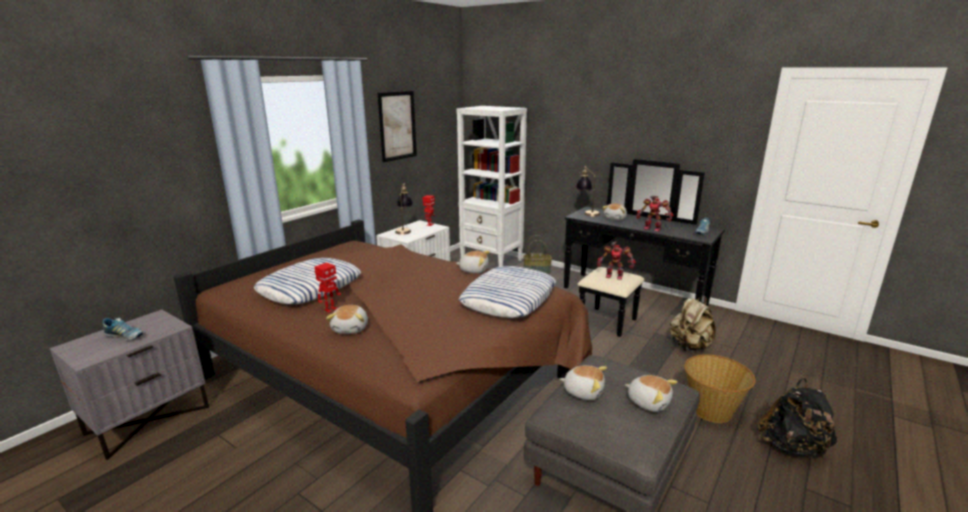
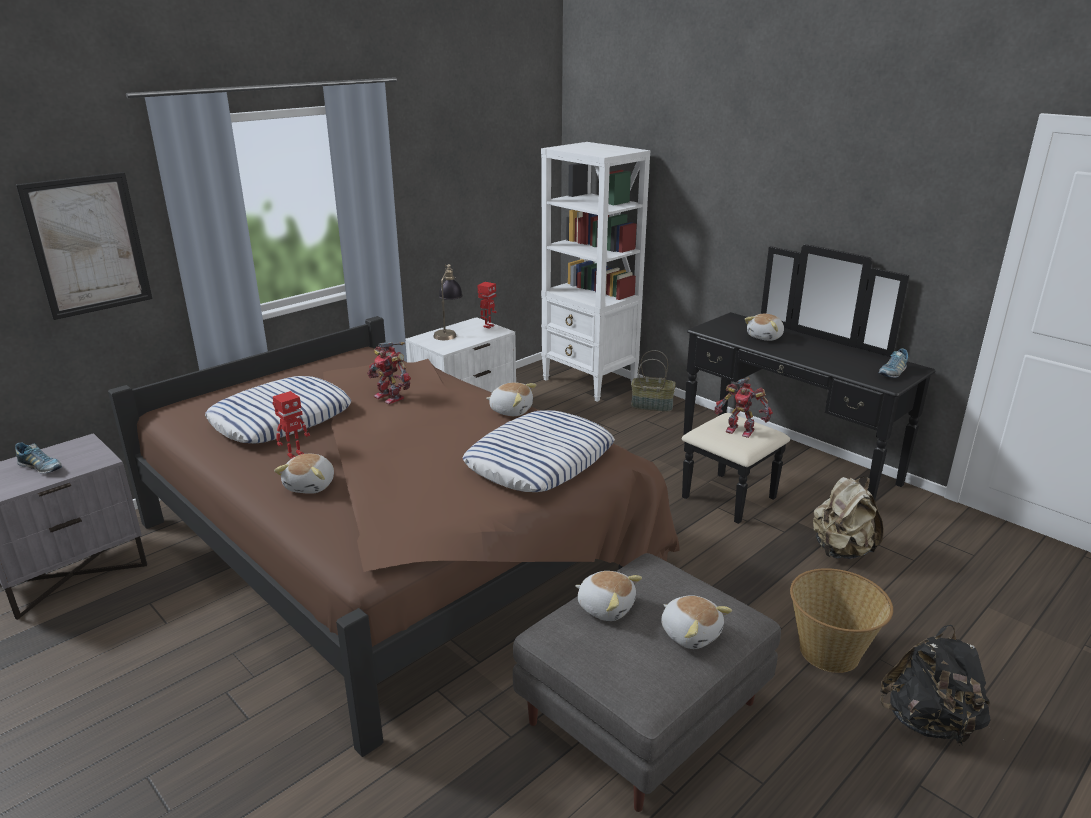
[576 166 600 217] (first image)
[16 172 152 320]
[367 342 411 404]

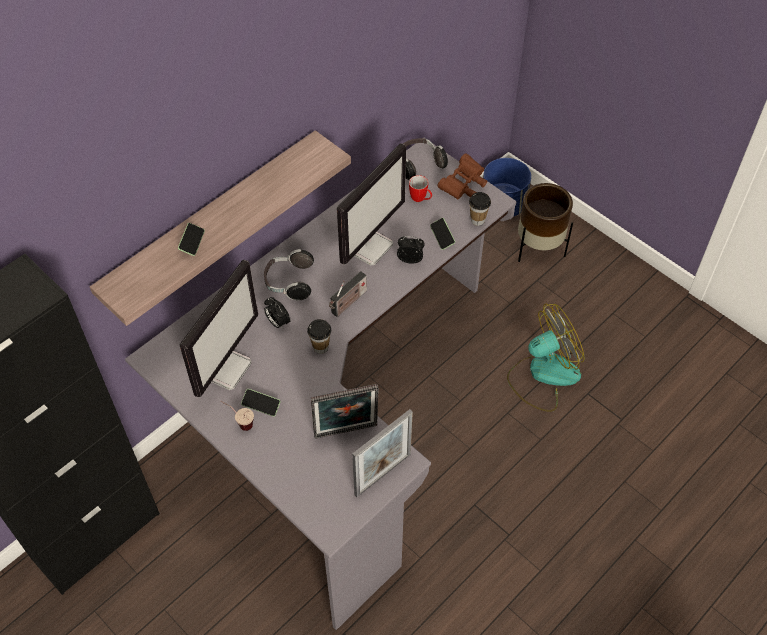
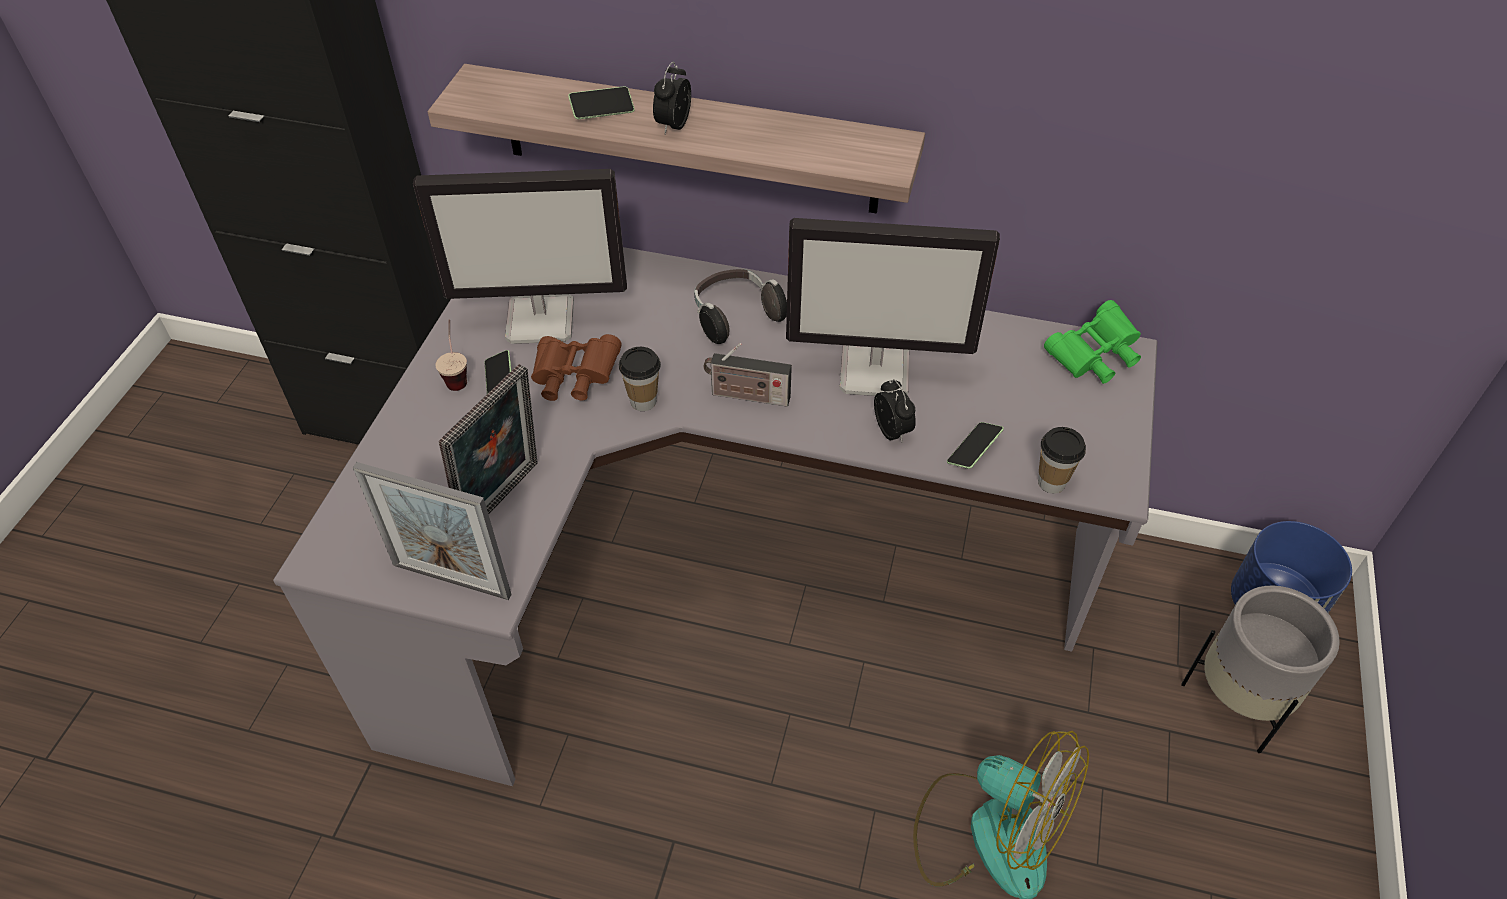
[409 175 432 202] (first image)
[653 61 691 134]
[531 334 622 401]
[1044 300 1141 384]
[1181 585 1340 753]
[439 364 538 514]

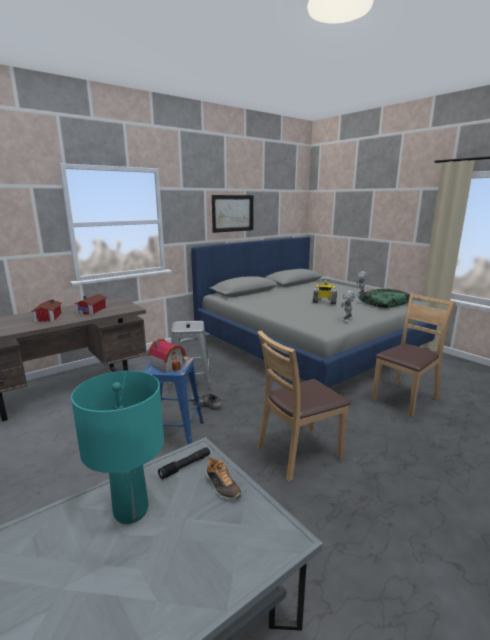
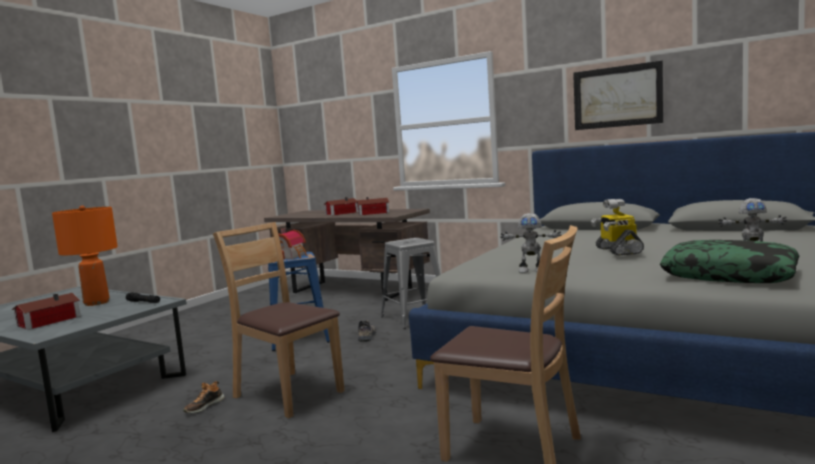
[12 293 80 330]
[183 381 225 413]
[52 206 118 306]

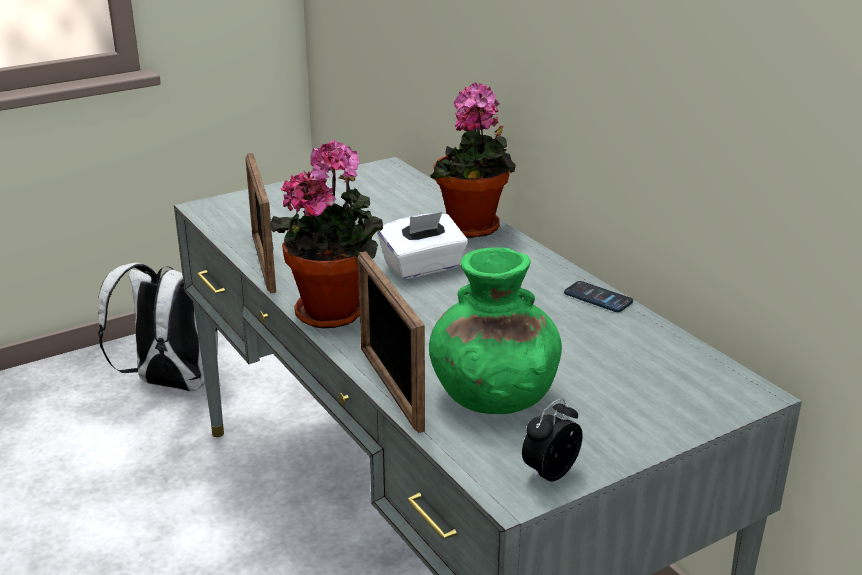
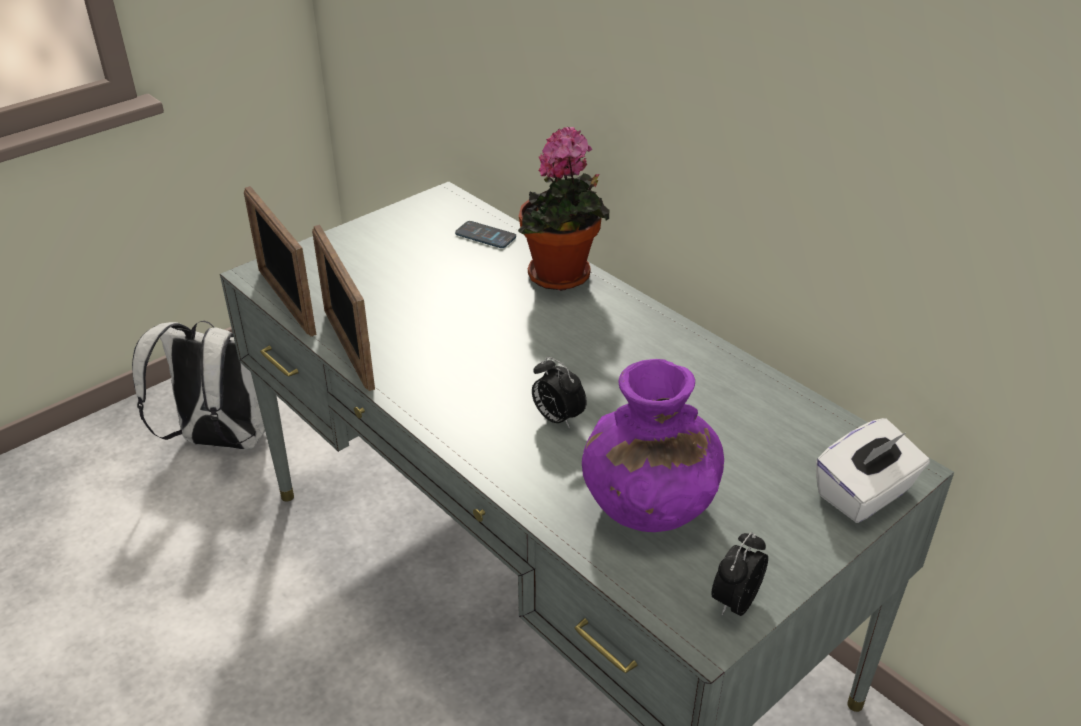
[269 139 383 328] (first image)
[532 357 586 429]
[244 186 317 336]
[816 418 930 523]
[455 221 516 248]
[582 359 724 532]

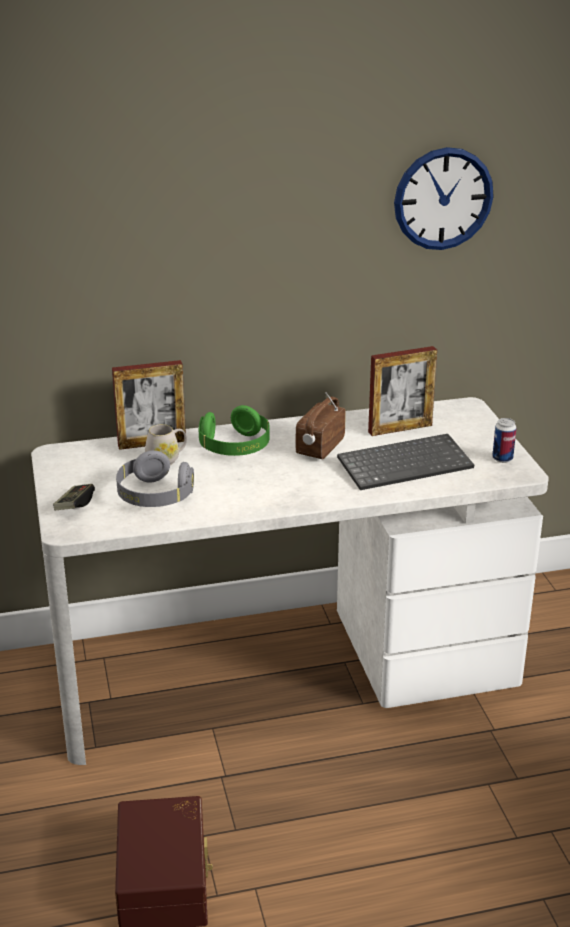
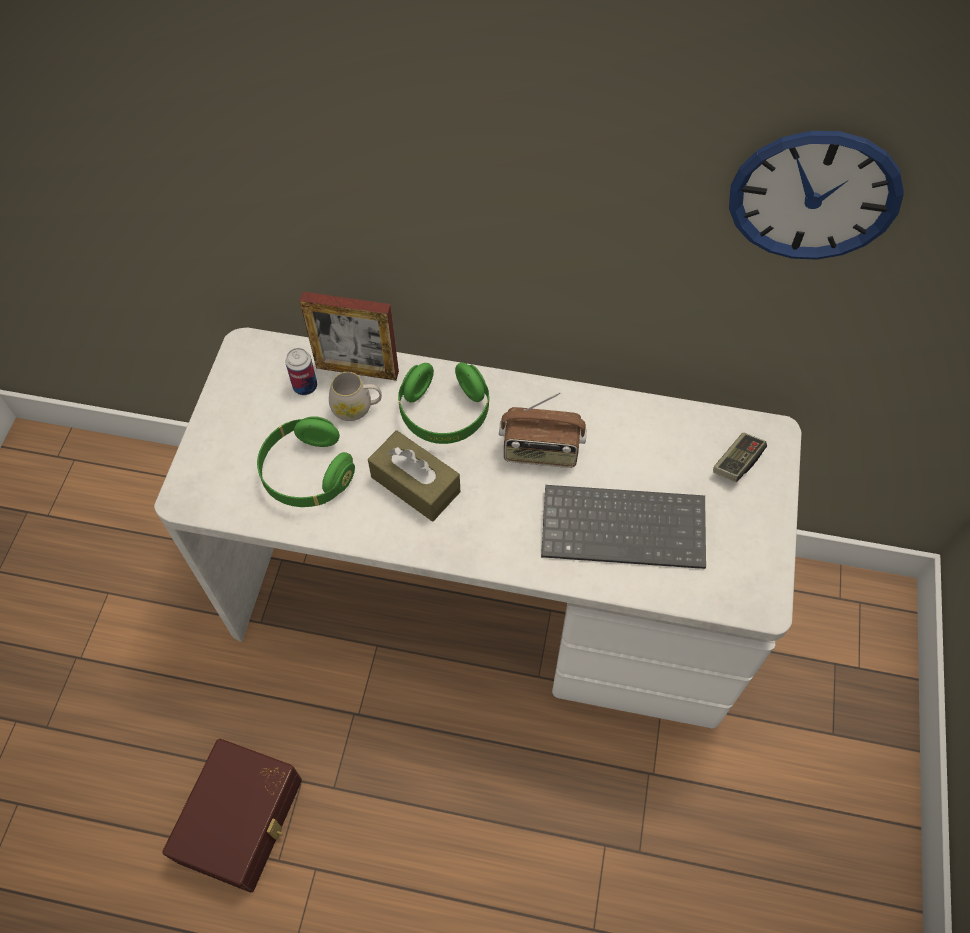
[368 346 437 436] (first image)
[368 431 460 521]
[713 433 767 482]
[285 348 317 395]
[257 416 355 507]
[499 392 587 468]

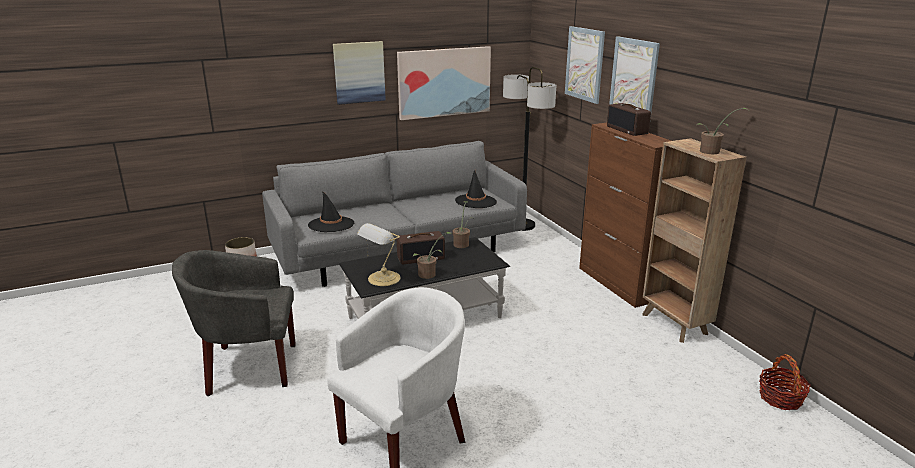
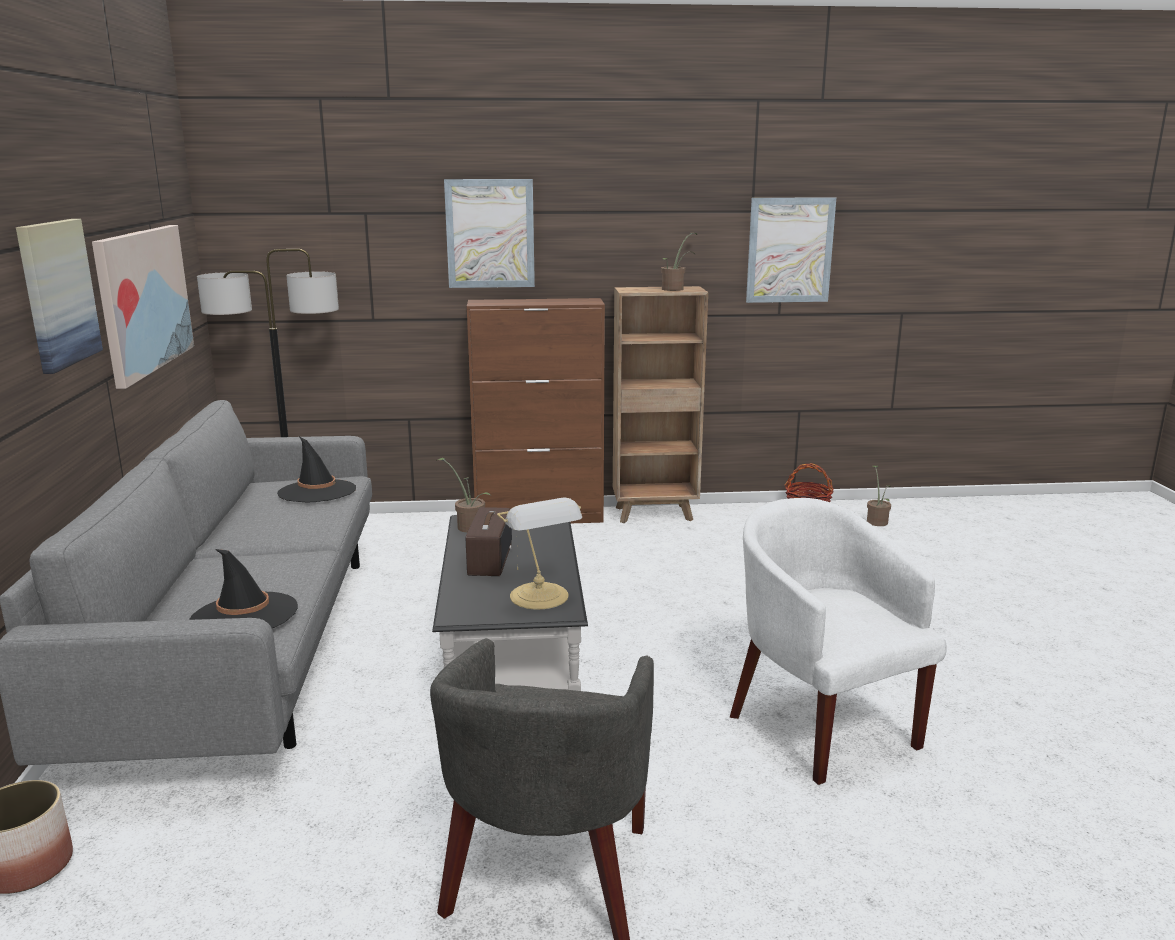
[607 103 651 136] (first image)
[867 466 891 526]
[746 197 836 303]

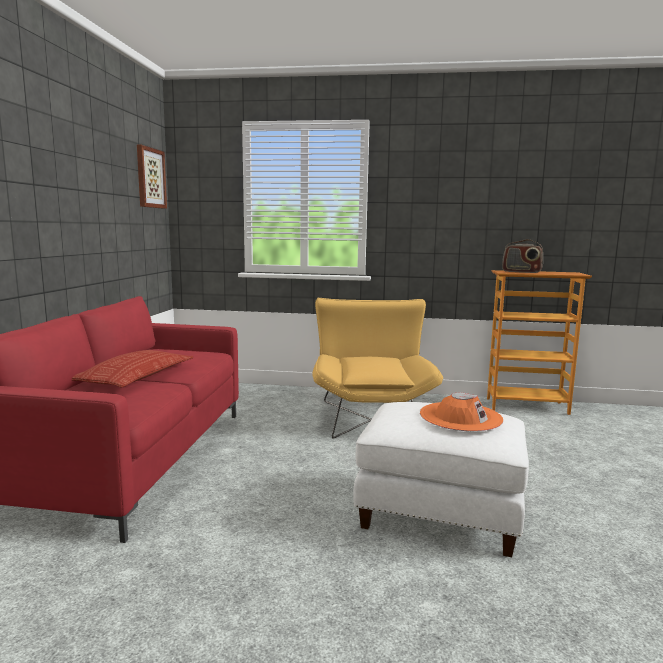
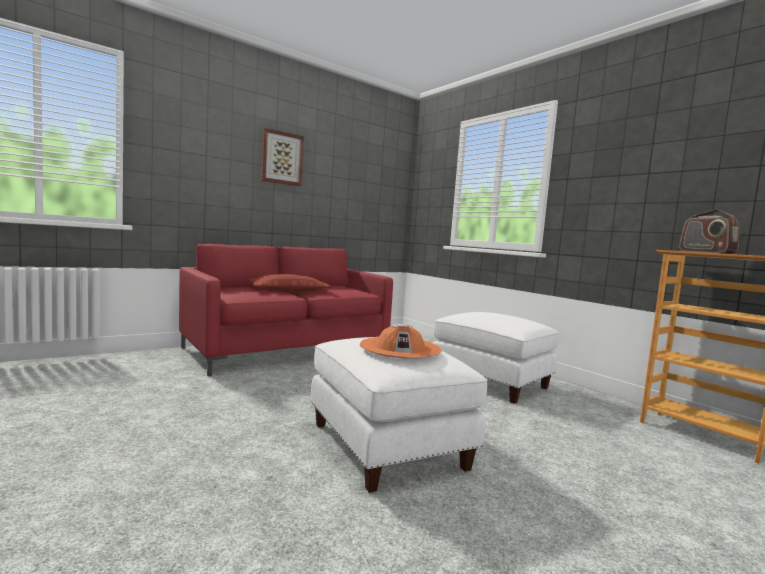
[261 128 304 186]
[433 312 559 404]

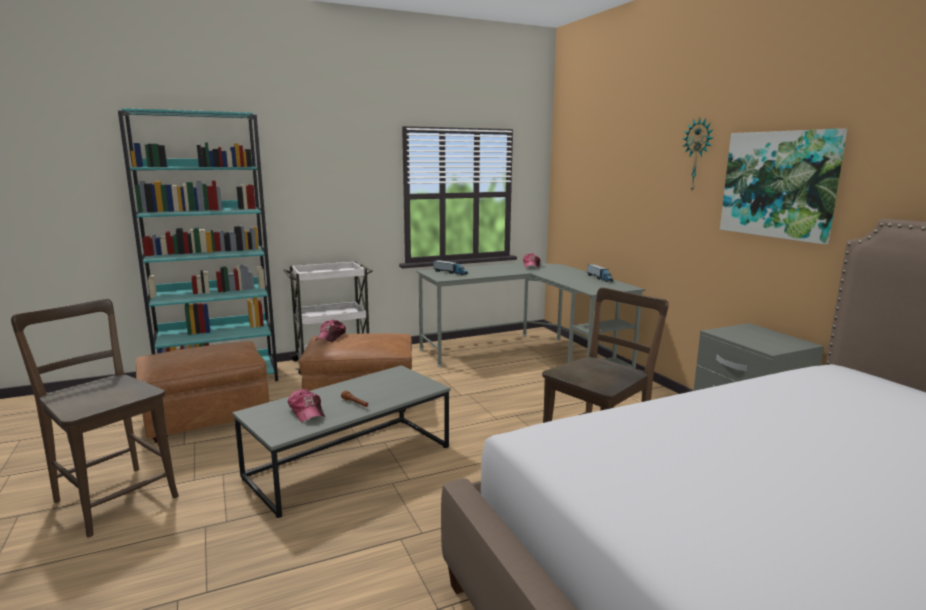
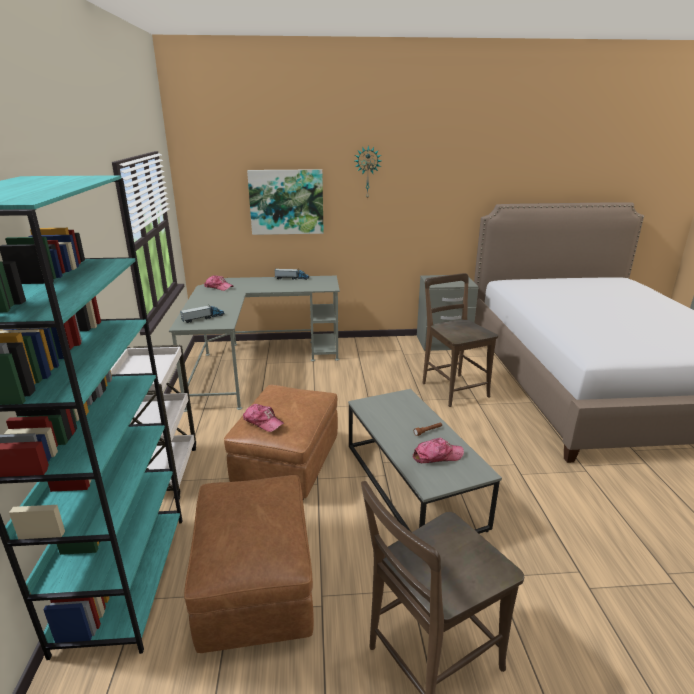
[247 169 324 235]

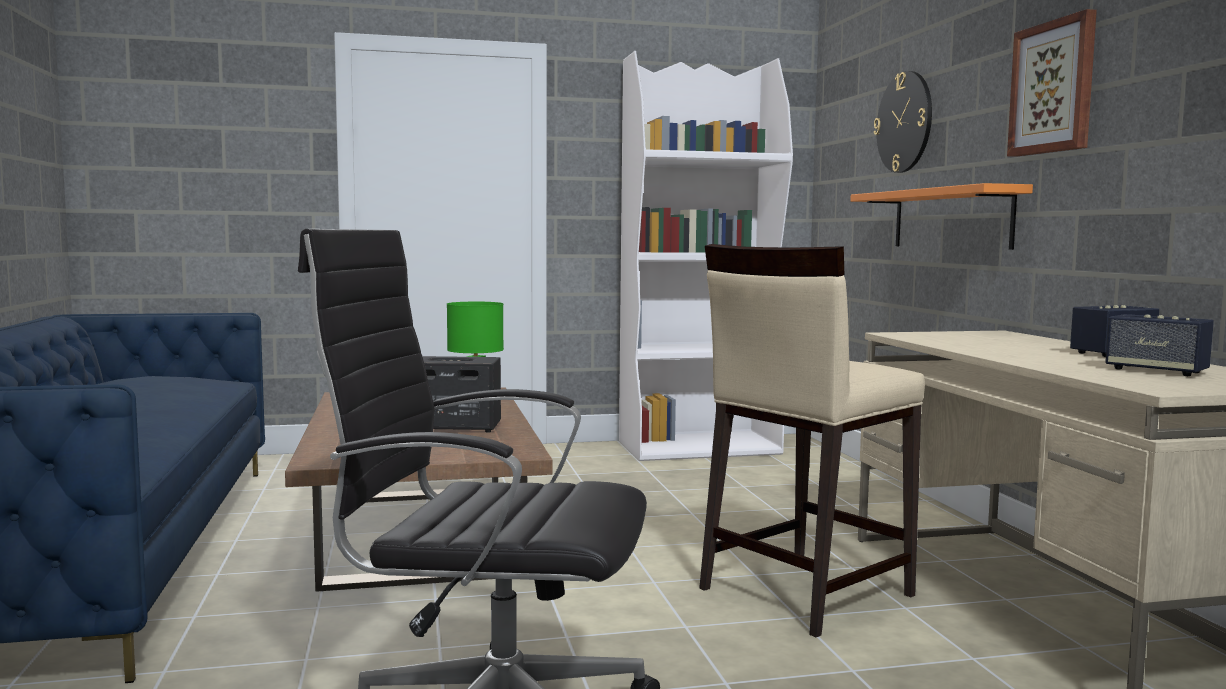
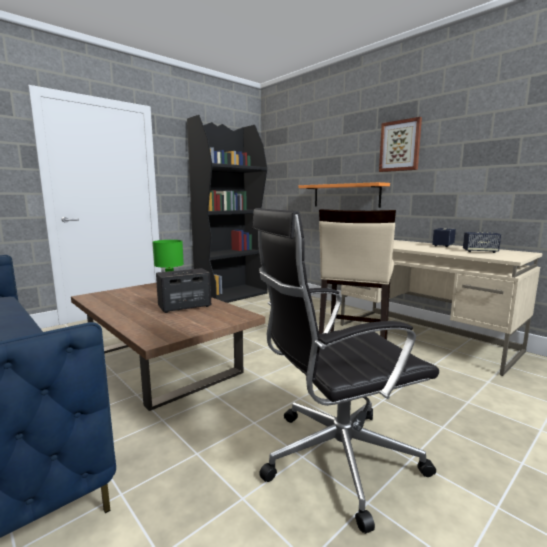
[874 71 932 173] (first image)
[187 115 268 303]

